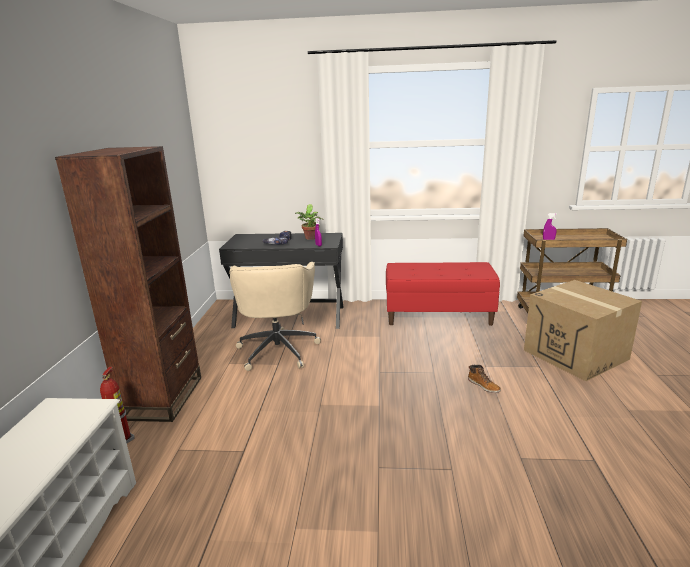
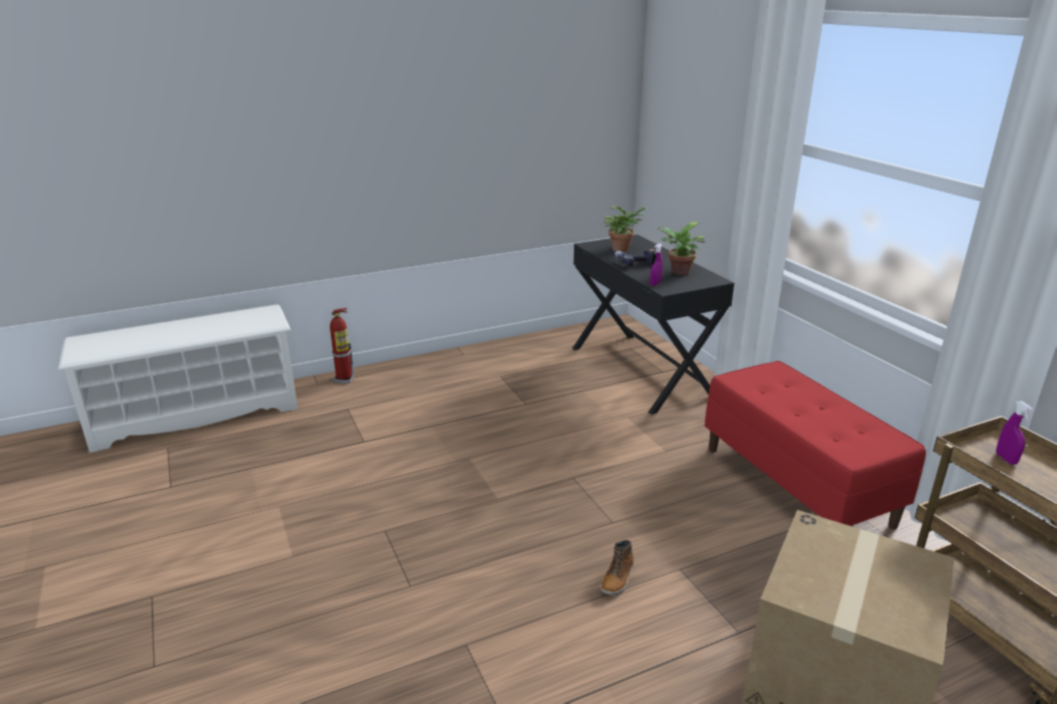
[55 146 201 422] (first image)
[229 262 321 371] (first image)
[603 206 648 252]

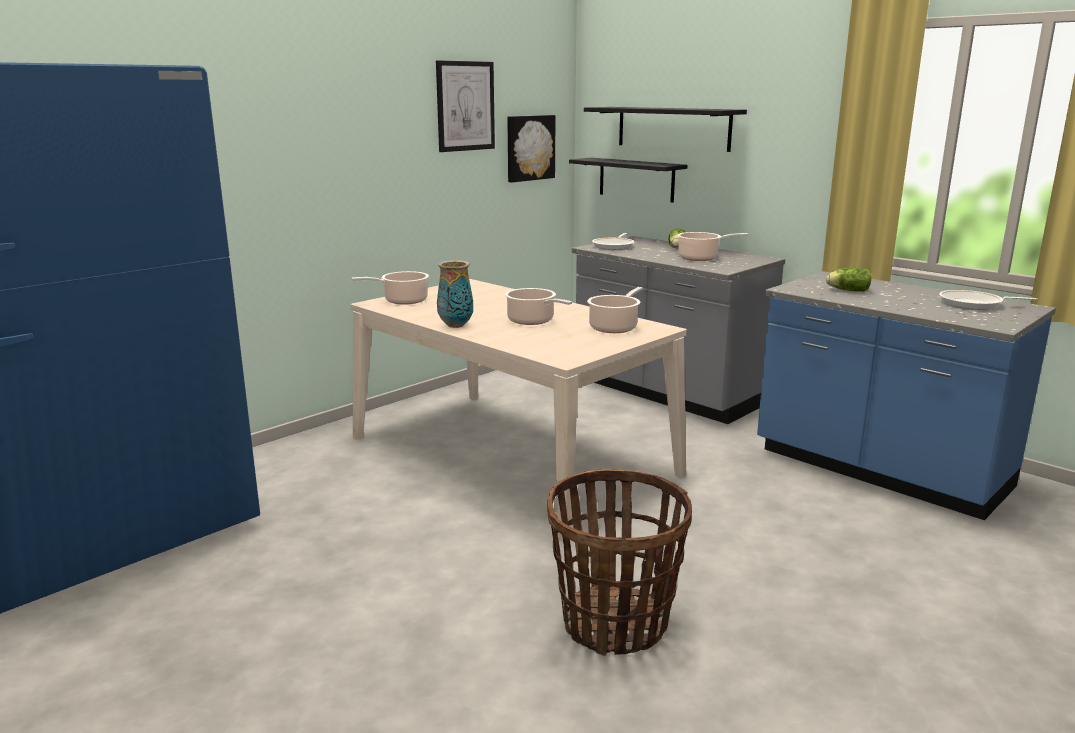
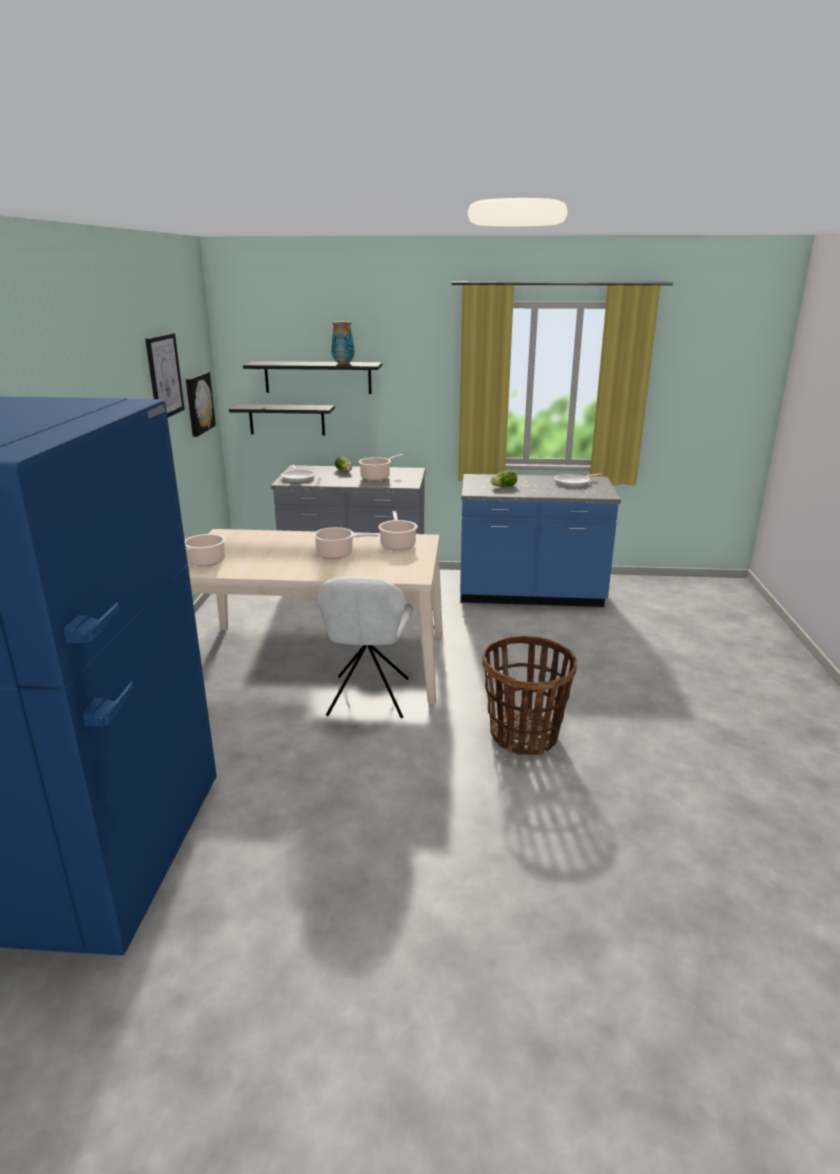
[317 577 413 718]
[331 321 354 365]

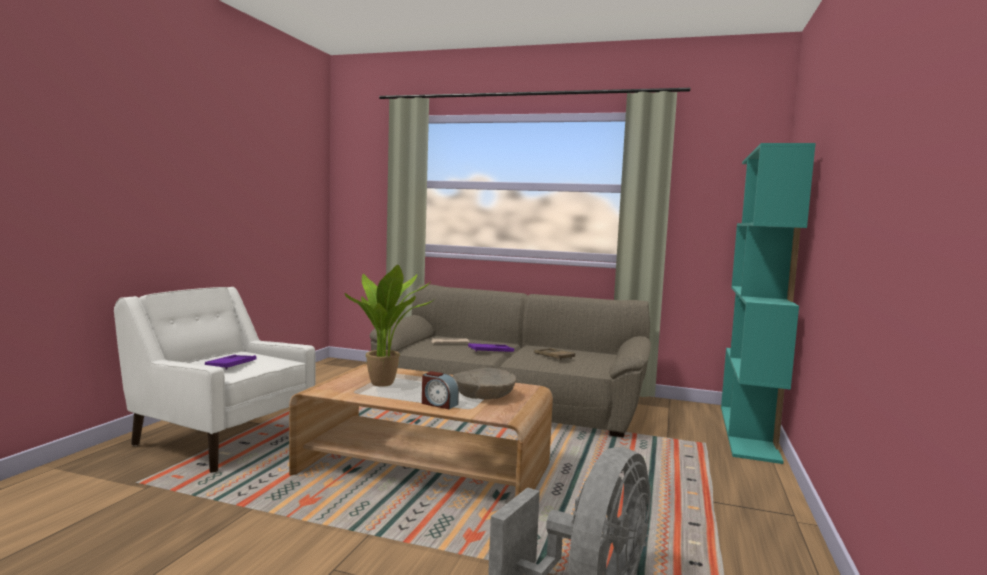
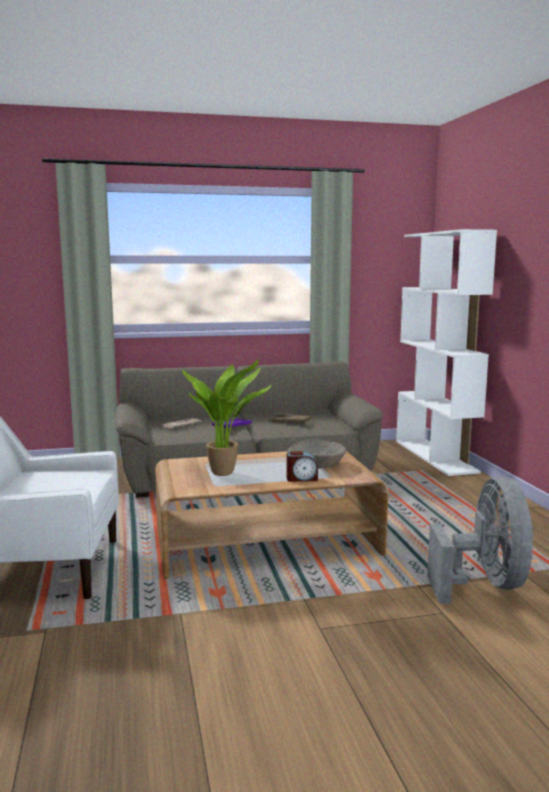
[205 355 257 370] (first image)
[396 229 497 476]

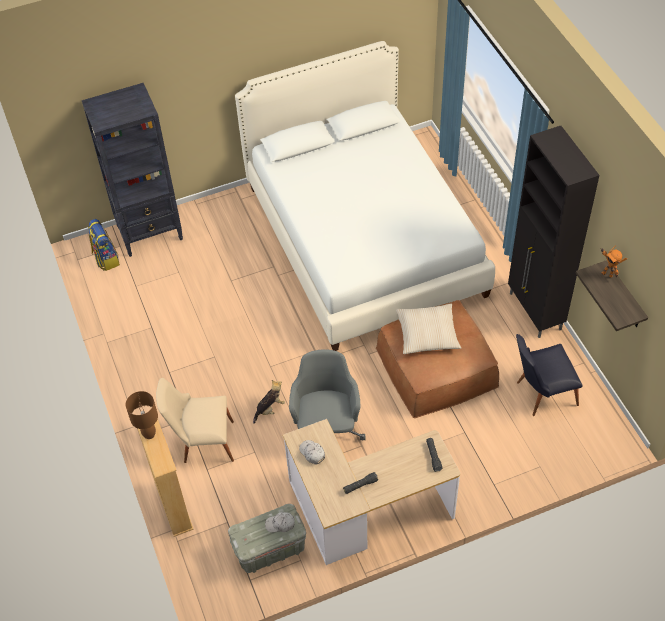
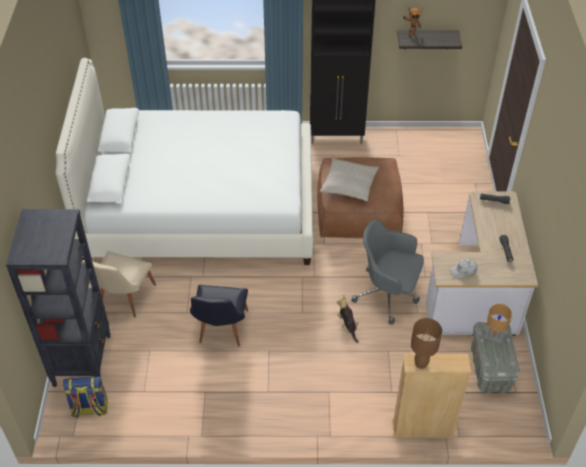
[82 251 156 317]
[190 285 248 347]
[484 304 512 343]

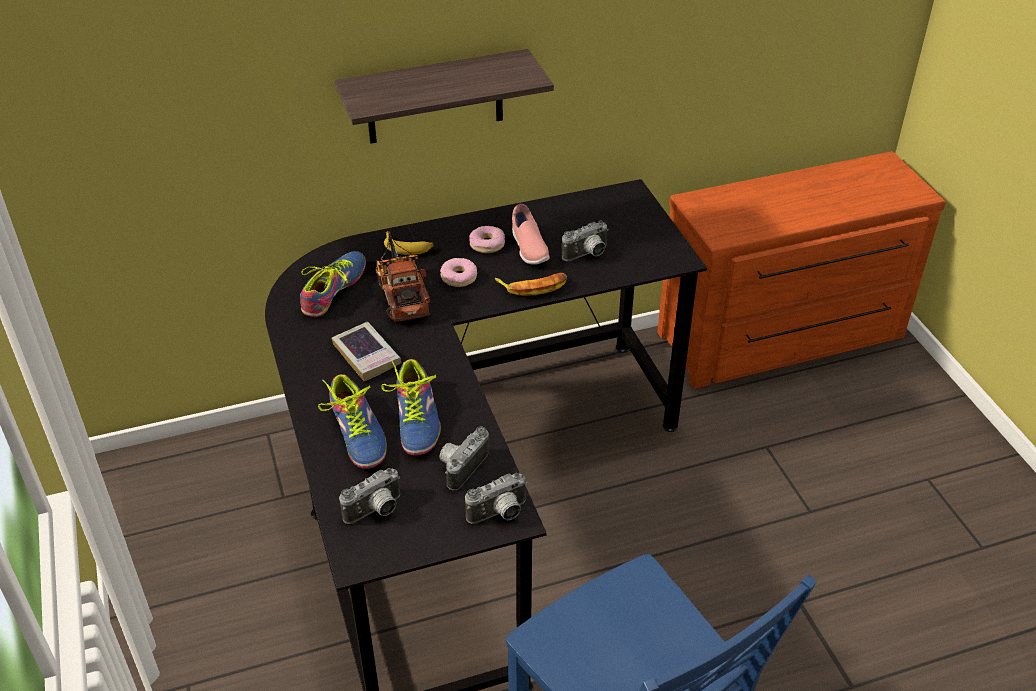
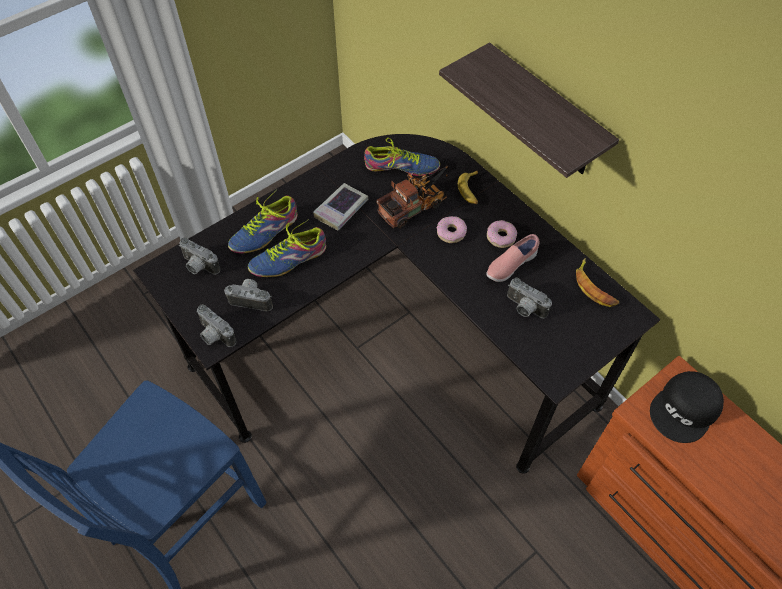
[650 371 724 443]
[576 258 619 307]

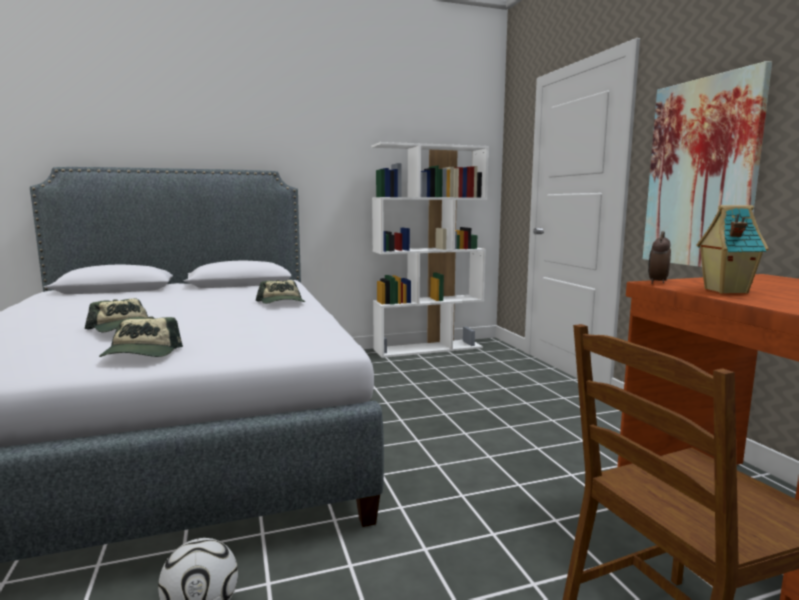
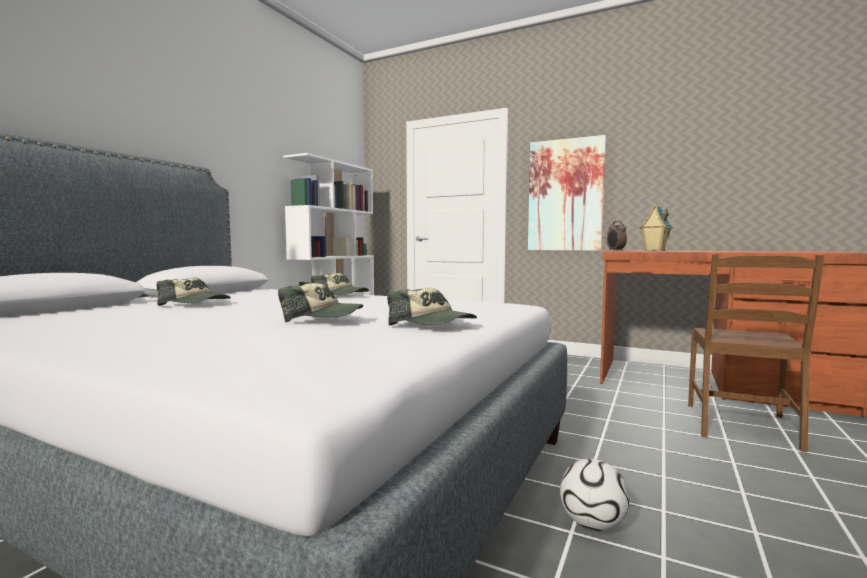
[156 277 231 306]

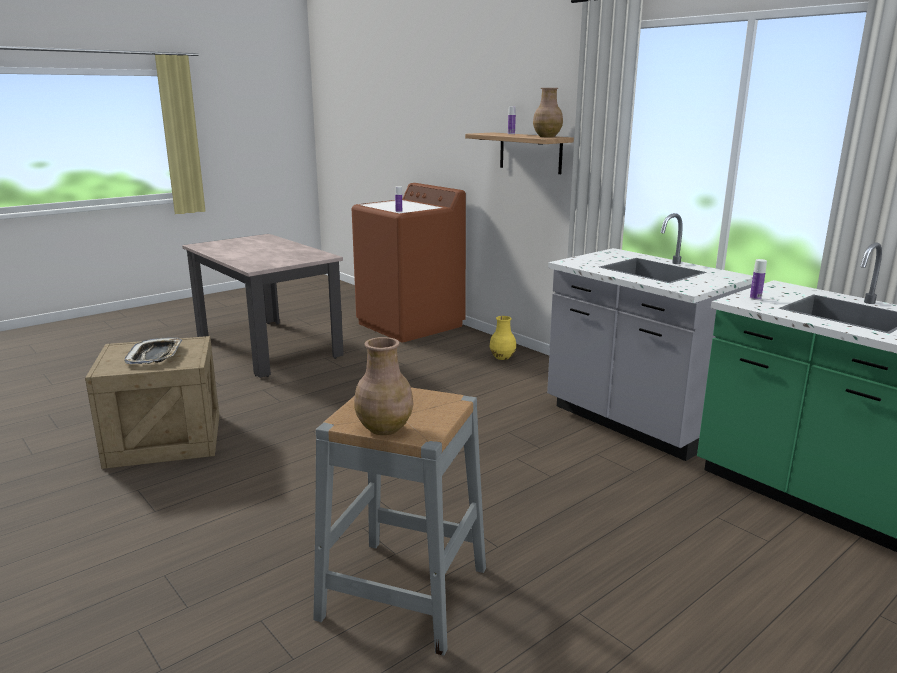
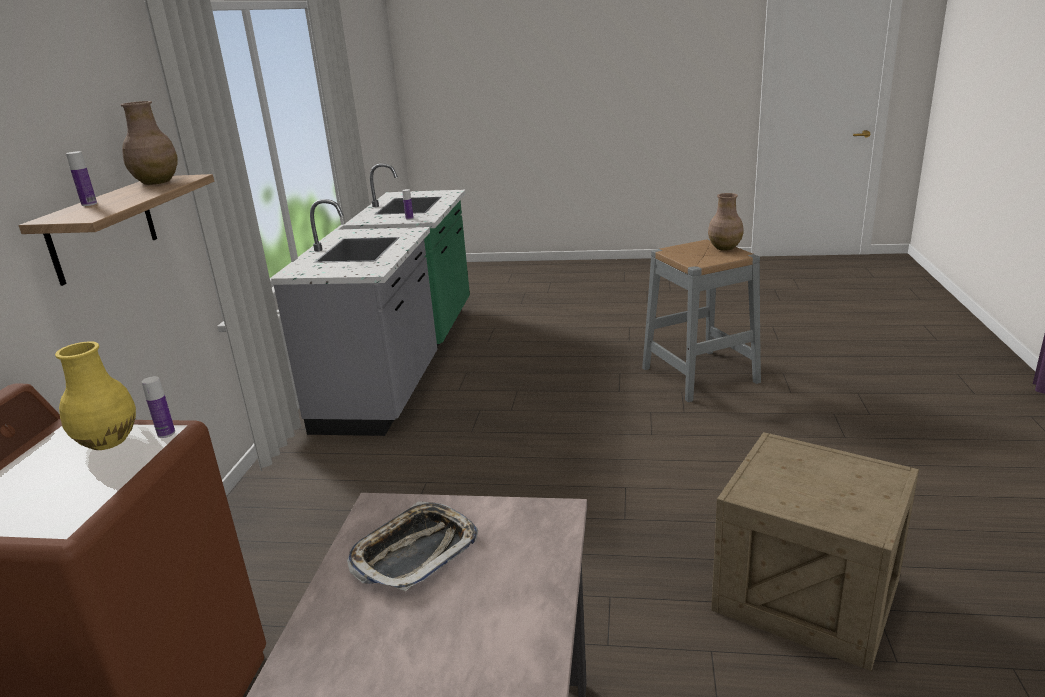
[347 501 478 591]
[55 341 136 450]

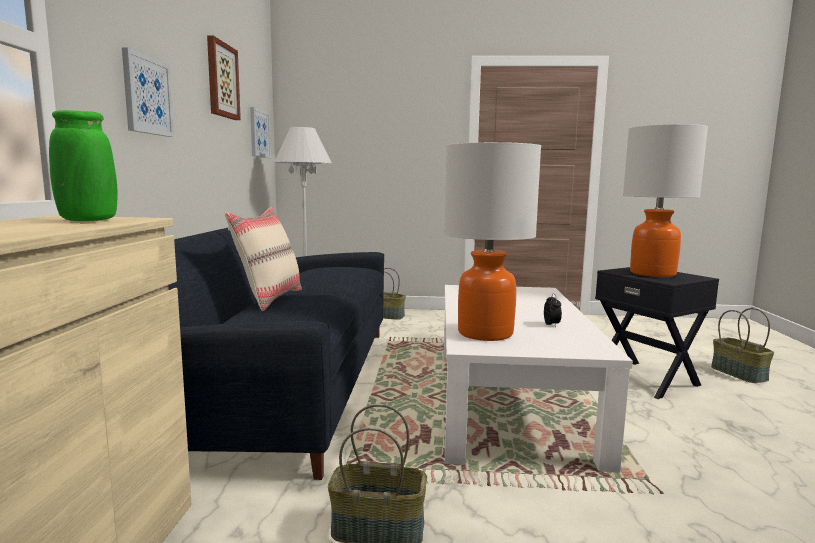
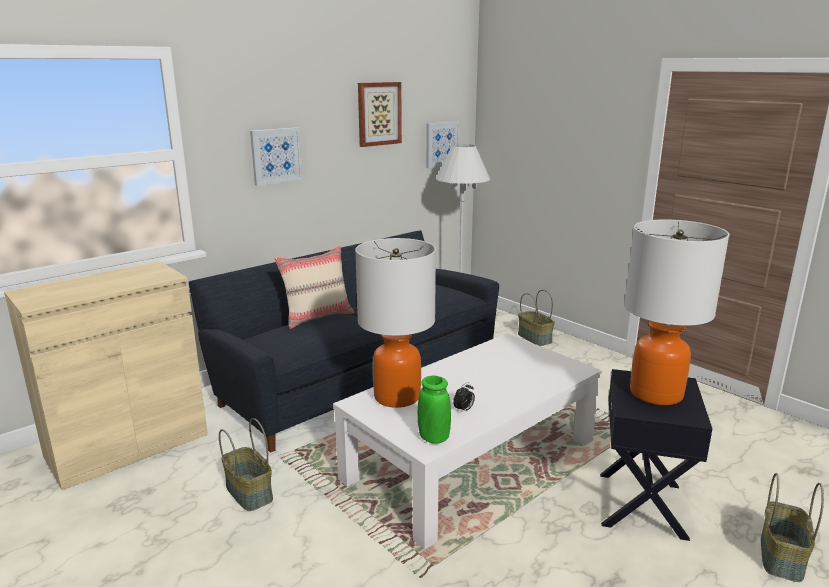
[418 376 451 444]

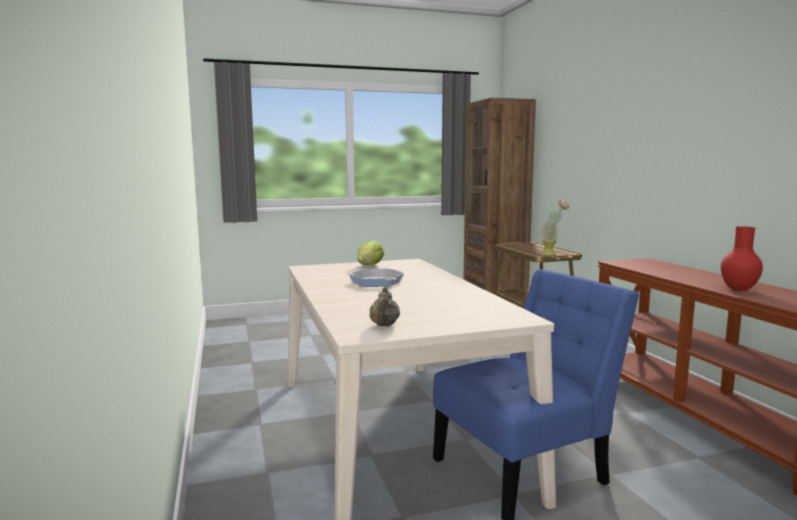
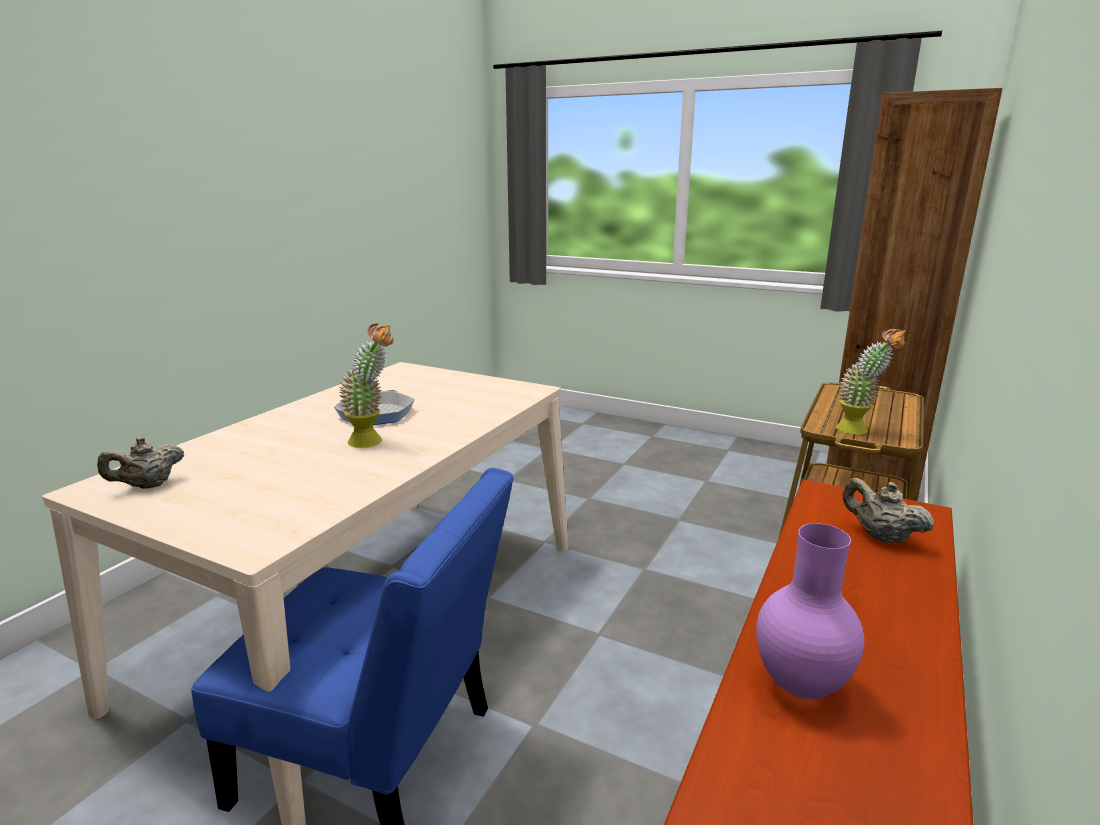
[357 240 384 265] (first image)
[339 323 393 448]
[843 478 934 544]
[756 523 864 699]

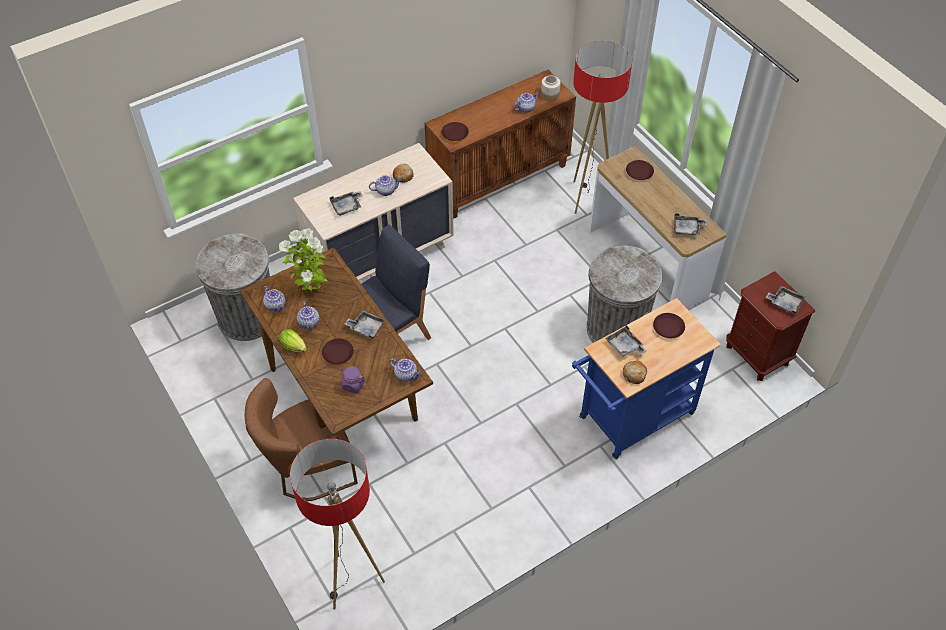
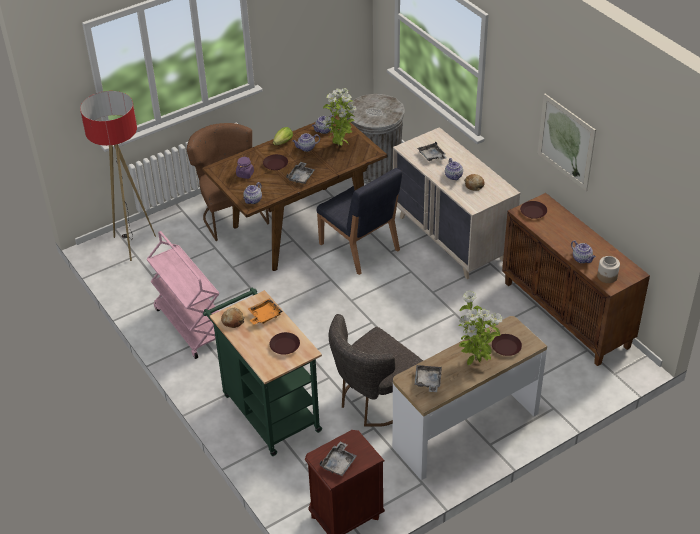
[573 41 632 214] (first image)
[147 231 219 359]
[459 291 503 365]
[537 94 596 191]
[329 314 423 427]
[203 288 322 456]
[248 298 283 325]

